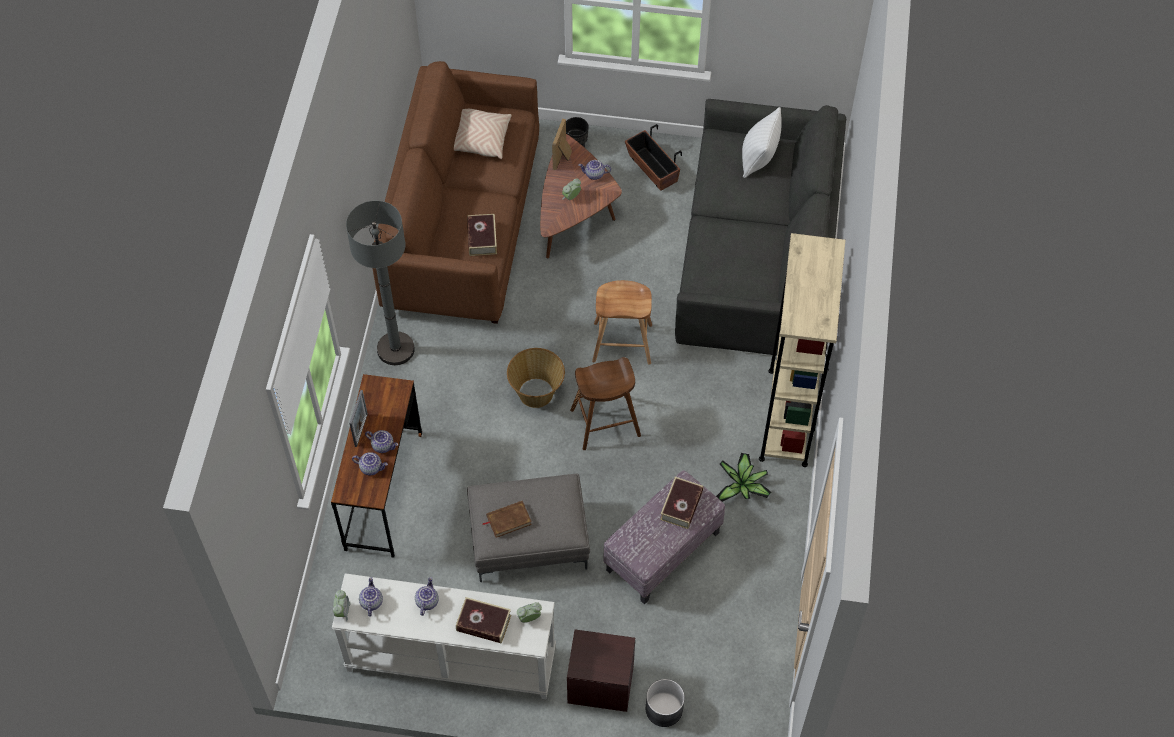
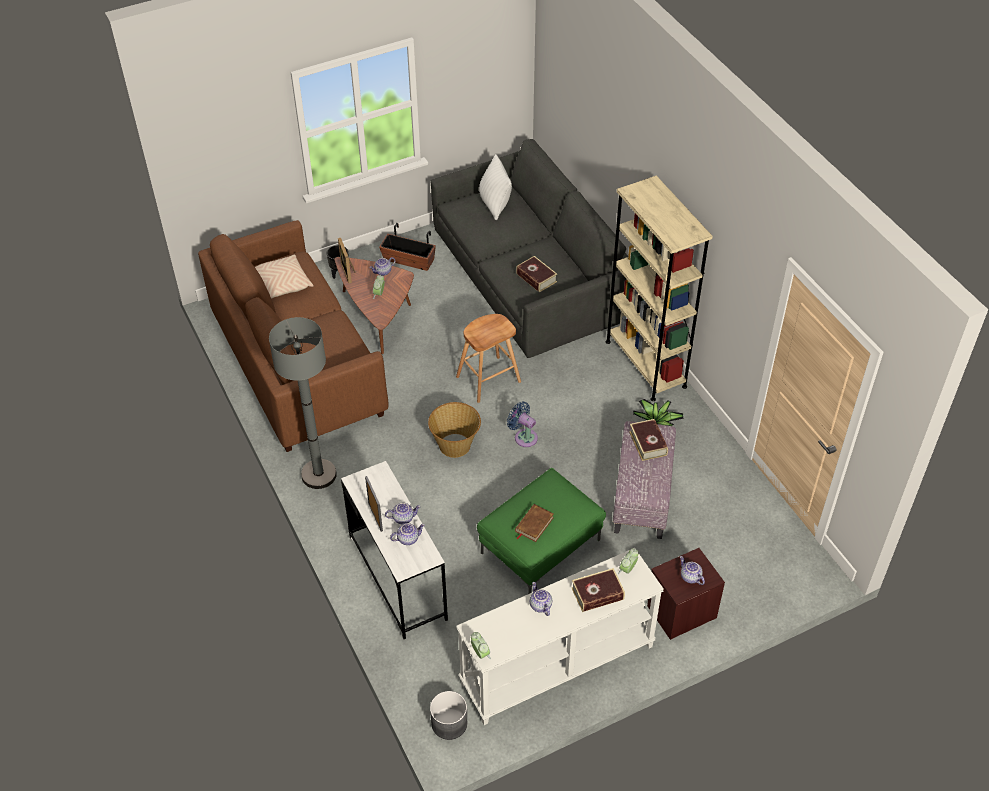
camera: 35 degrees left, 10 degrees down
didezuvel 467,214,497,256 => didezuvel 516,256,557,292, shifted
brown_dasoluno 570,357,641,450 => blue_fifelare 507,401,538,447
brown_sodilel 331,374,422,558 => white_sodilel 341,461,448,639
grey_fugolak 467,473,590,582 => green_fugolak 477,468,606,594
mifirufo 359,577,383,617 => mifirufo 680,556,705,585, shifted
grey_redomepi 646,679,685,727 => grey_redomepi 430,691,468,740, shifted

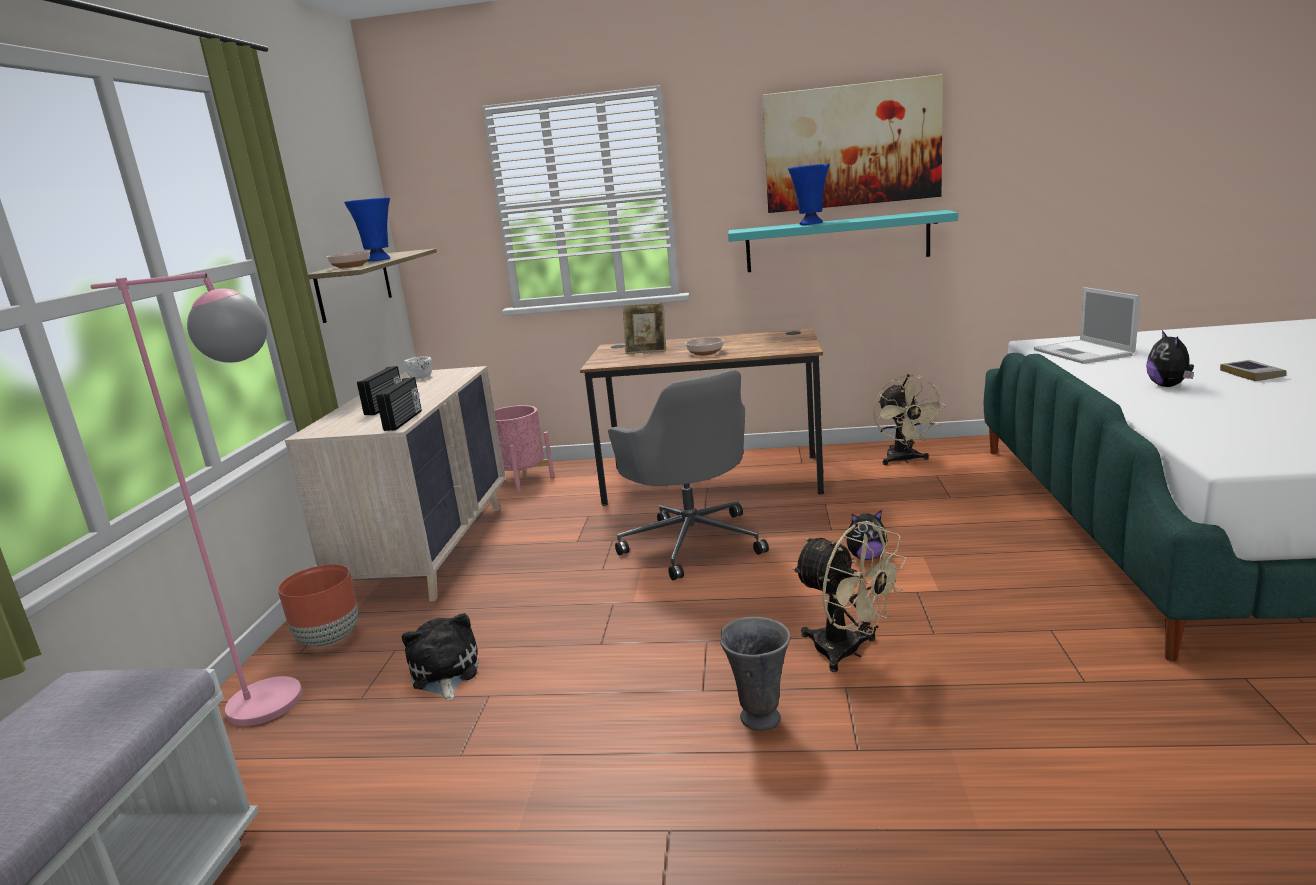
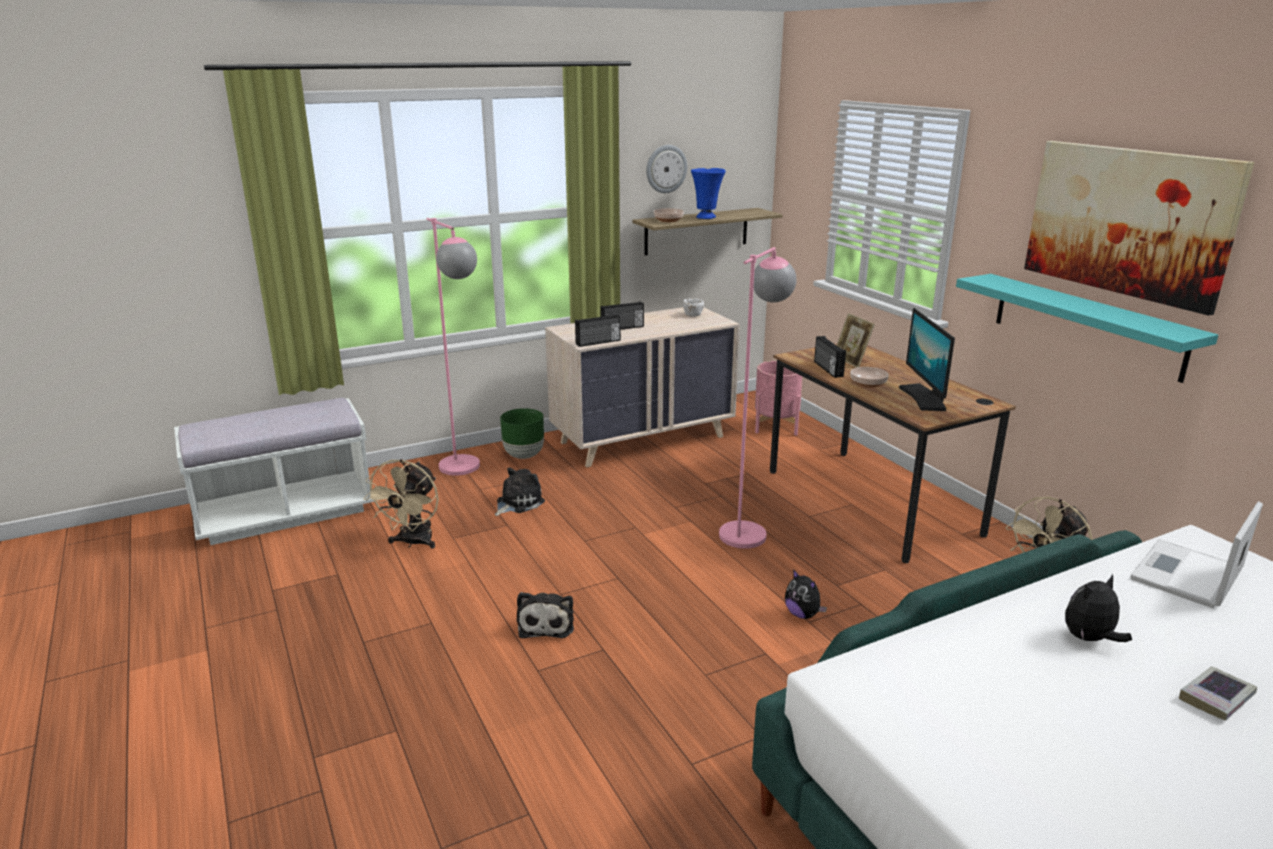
camera: 55 degrees right, 5 degrees up
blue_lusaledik 788,164,830,225 => nothing
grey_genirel 608,369,769,580 => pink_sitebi 719,247,797,549
beige_fifelare 792,521,907,672 => beige_fifelare 363,459,439,549, shifted
brown_redomepi 278,564,358,647 => green_redomepi 500,408,544,459
grey_lusaledik 720,617,790,731 => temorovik 517,592,574,638
nothing => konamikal 646,145,687,193
nothing => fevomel 899,308,955,411
nothing => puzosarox 814,336,846,378

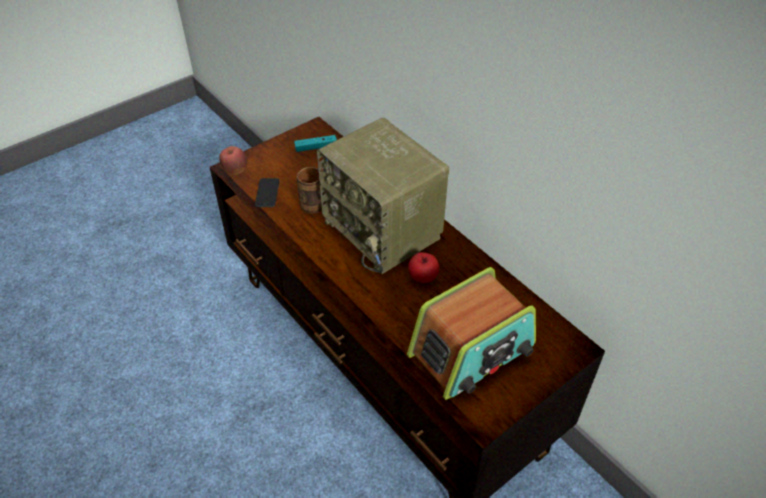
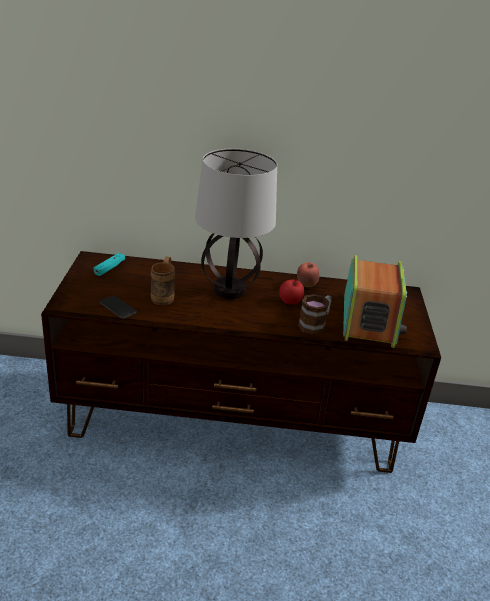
camera: 50 degrees left, 15 degrees down
puzosarox 317,118,449,274 => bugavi 195,149,277,299
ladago 219,146,247,175 => ladago 297,262,320,287, shifted
nothing => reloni 298,294,332,335

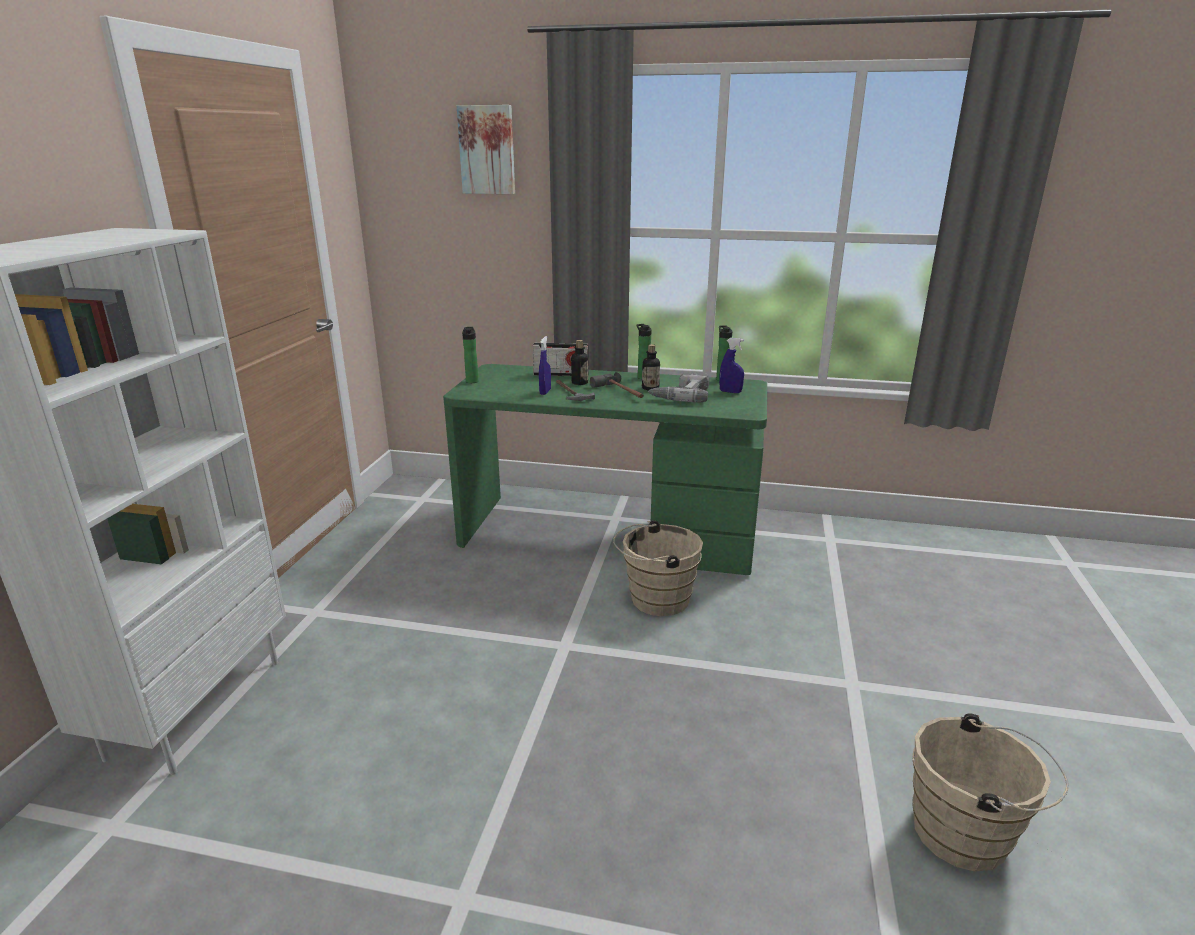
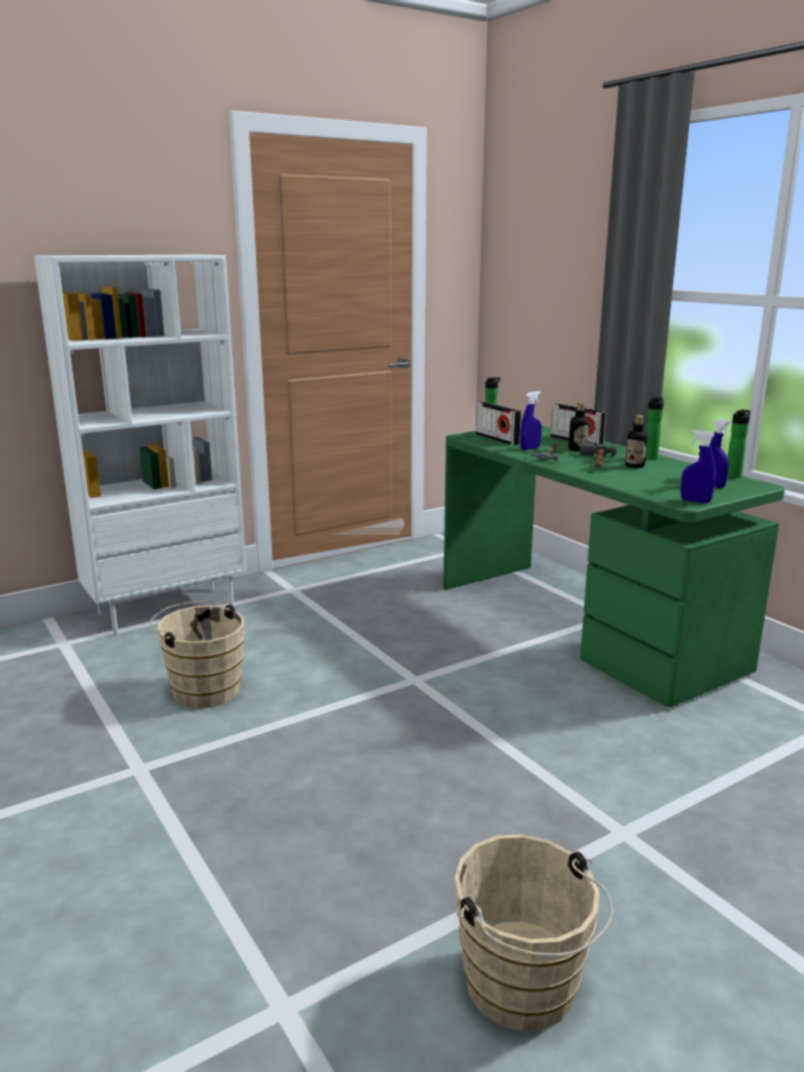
camera: 45 degrees right, 5 degrees down
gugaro 457,105,515,194 => nothing
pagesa 648,372,710,402 => nothing
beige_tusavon 613,520,703,616 => beige_tusavon 150,601,245,708, shifted
nothing => puzosarox 476,402,522,445
nothing => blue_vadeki 681,430,716,503

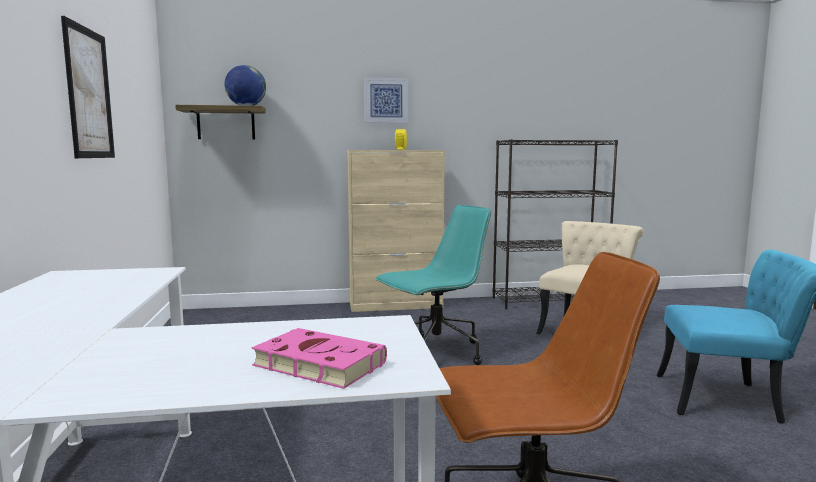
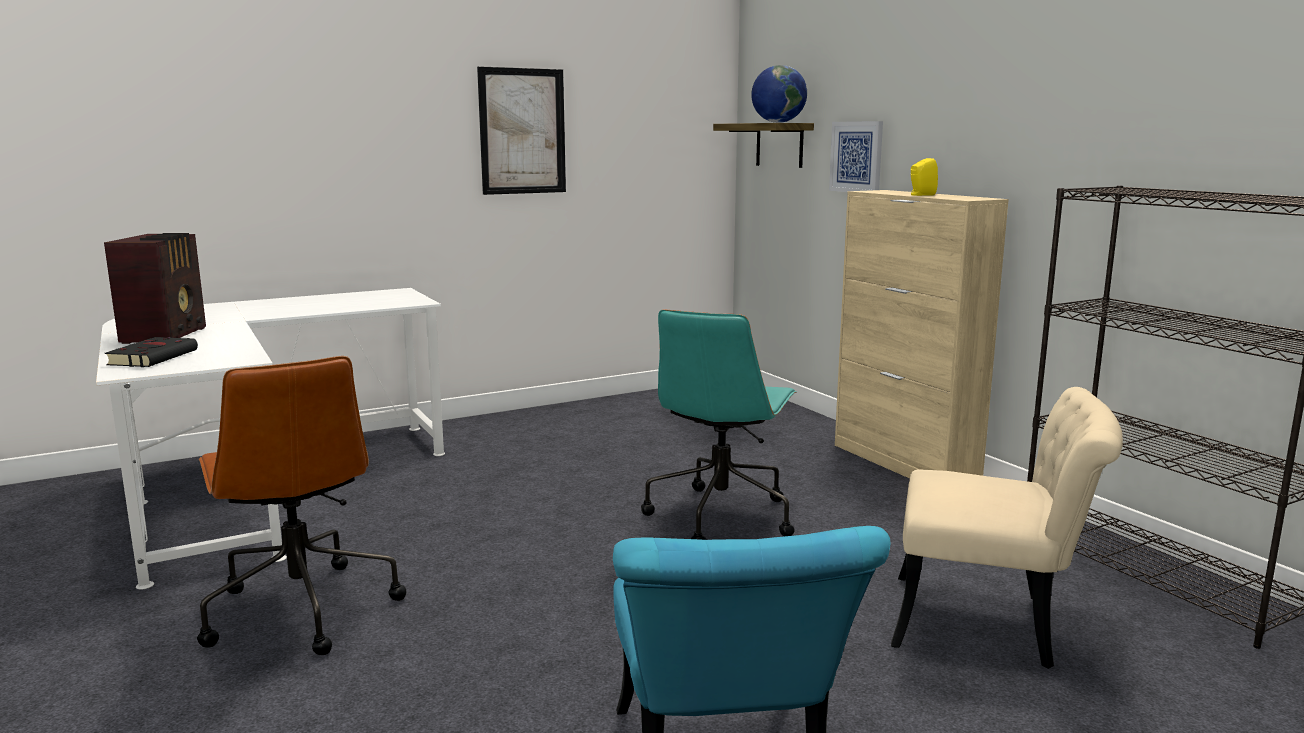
camera: 70 degrees right, 5 degrees up
gugaro 364,77,408,123 => gugaro 829,121,883,192, shifted
turquoise_genirel 375,205,491,365 => turquoise_genirel 641,310,796,540, 75 degrees clockwise
pink_didezuvel 251,328,387,389 => black_didezuvel 104,337,198,367
nothing => puzosarox 104,233,206,344

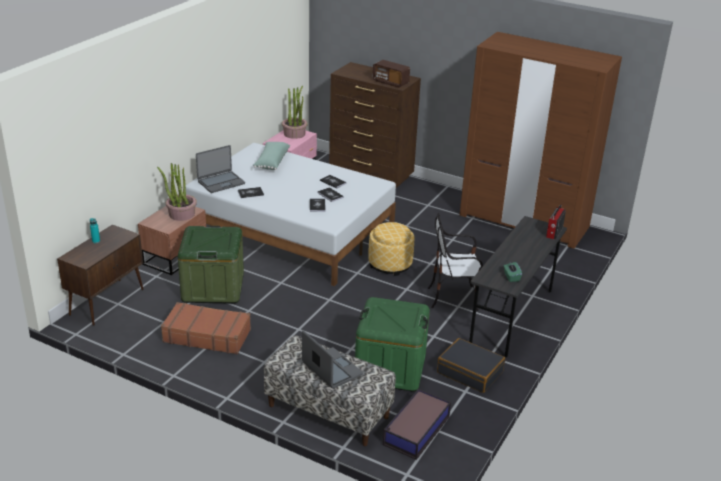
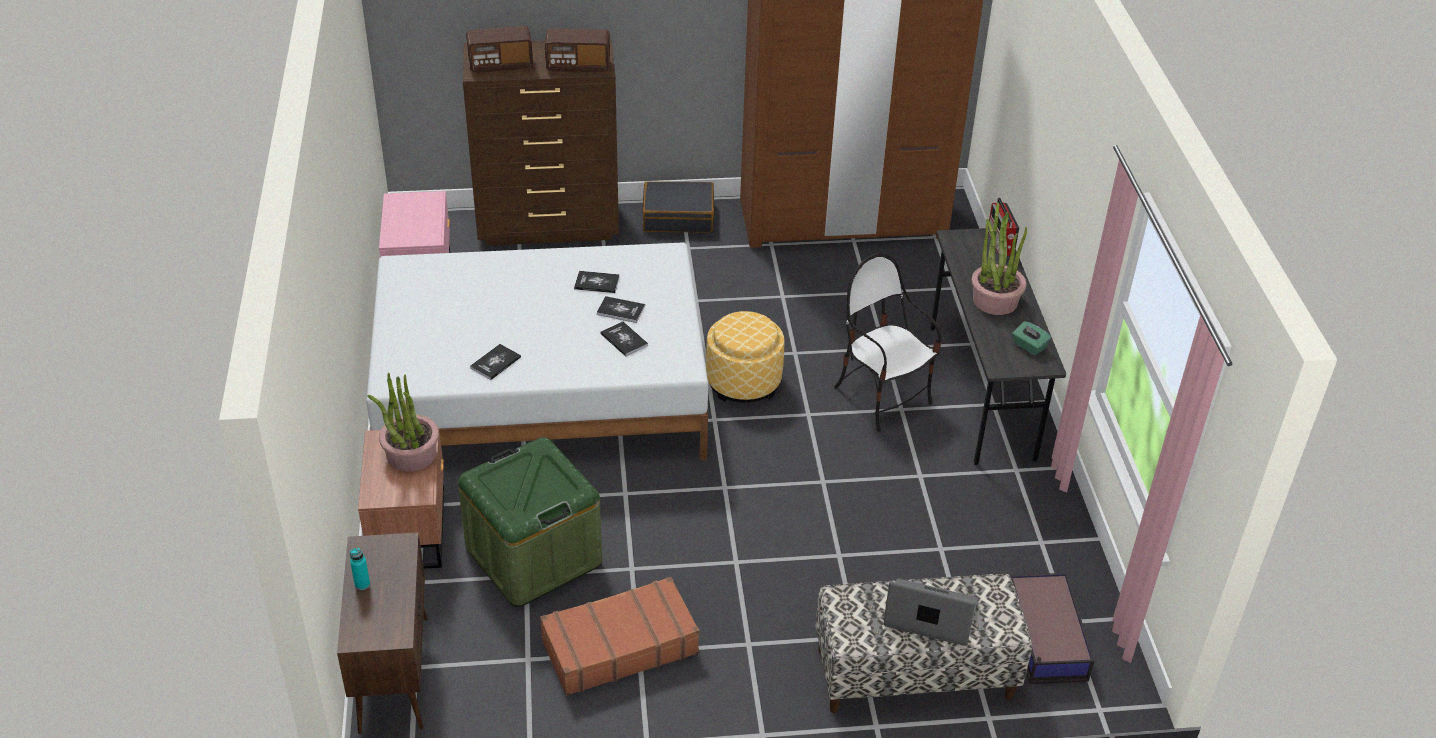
camera: 35 degrees left, 10 degrees up
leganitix 282,86,308,139 => leganitix 972,202,1027,315, shifted
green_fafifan 253,142,290,170 => nothing
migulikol 196,145,245,193 => nothing
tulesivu 428,213,483,311 => tulesivu 834,253,941,432, 90 degrees clockwise
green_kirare 355,297,430,392 => nothing
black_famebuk 437,338,505,393 => black_famebuk 643,181,714,233, shifted
nothing => puzosarox 466,26,533,73

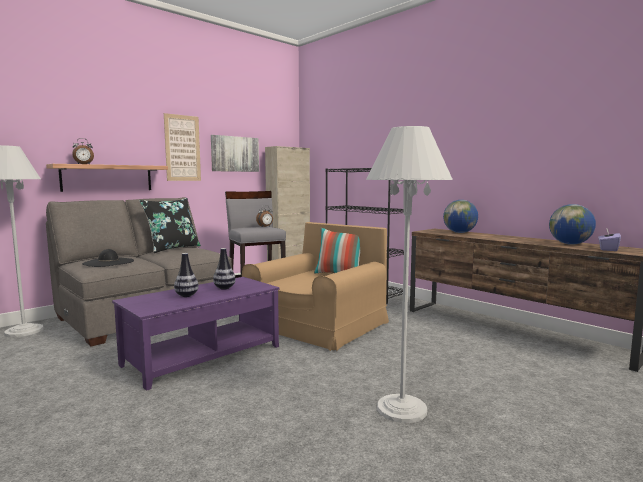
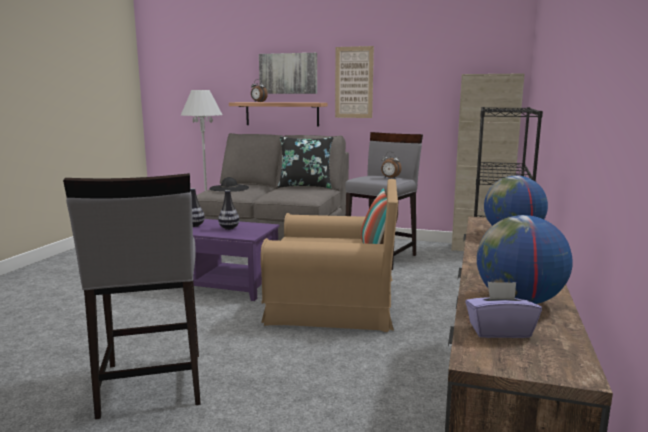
camera: 60 degrees right, 5 degrees up
white_sitebi 366,126,453,423 => grey_dasoluno 63,173,201,419
gugaro 211,135,259,172 => gugaro 259,53,317,94, shifted

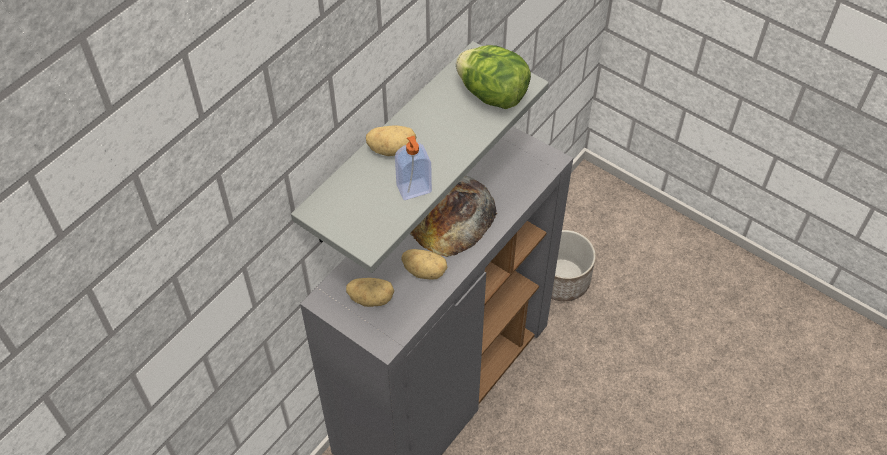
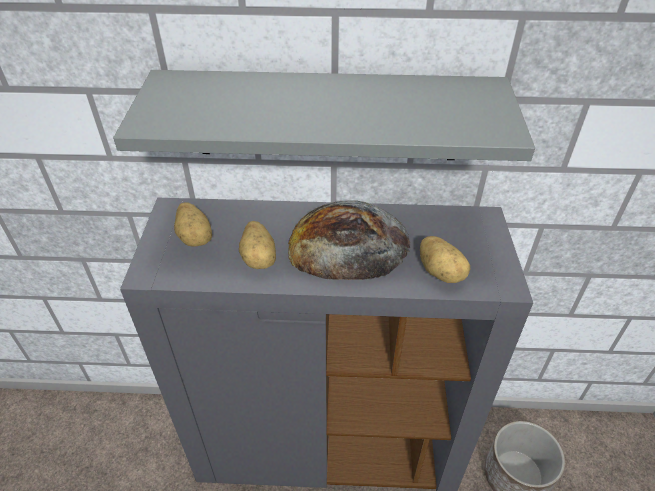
camera: 55 degrees right, 10 degrees down
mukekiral 456,45,531,109 => nothing
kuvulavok 366,125,416,156 => kuvulavok 420,236,470,283, shifted
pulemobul 395,136,432,200 => nothing

